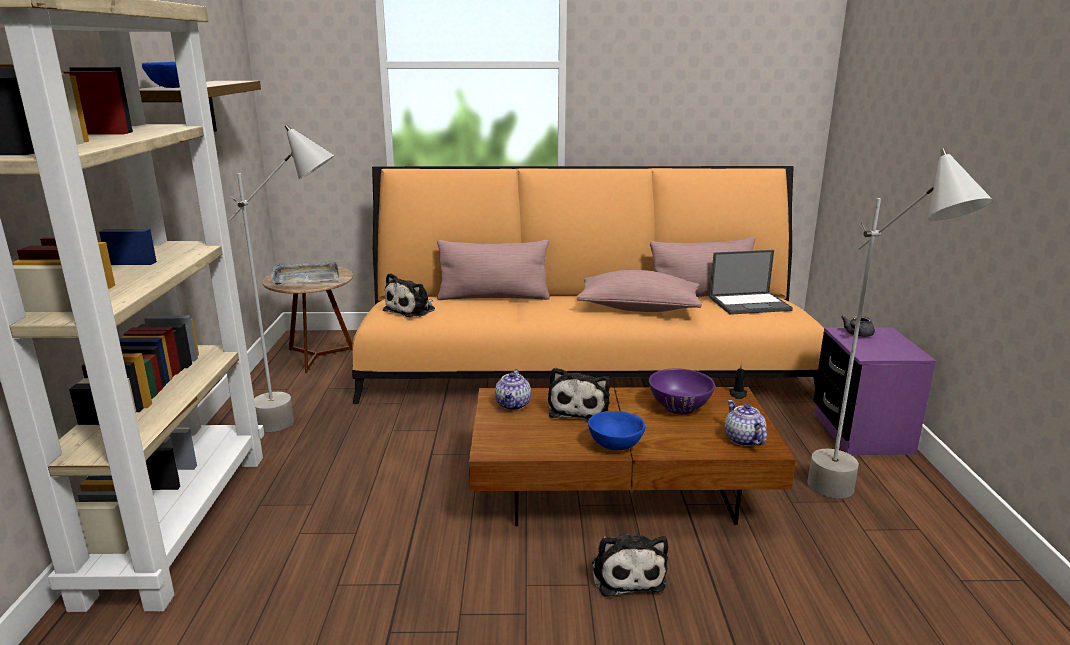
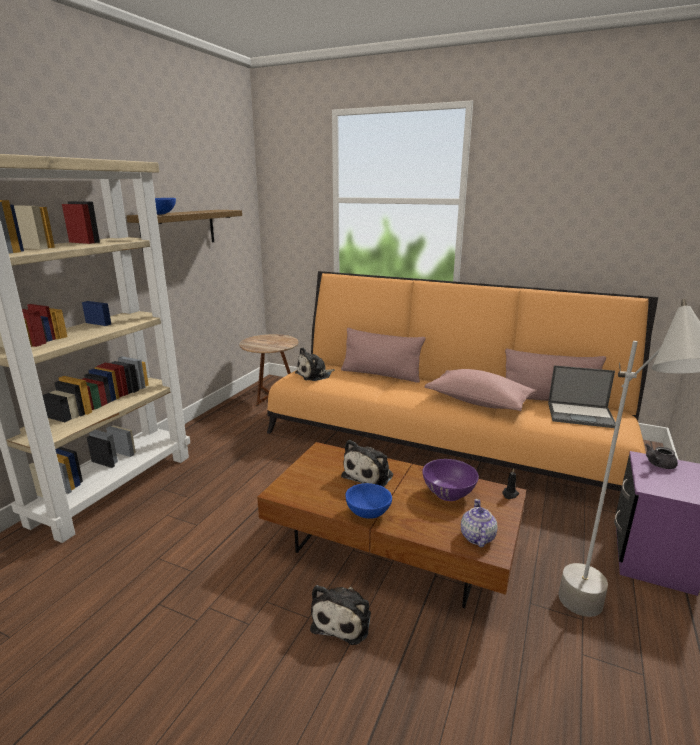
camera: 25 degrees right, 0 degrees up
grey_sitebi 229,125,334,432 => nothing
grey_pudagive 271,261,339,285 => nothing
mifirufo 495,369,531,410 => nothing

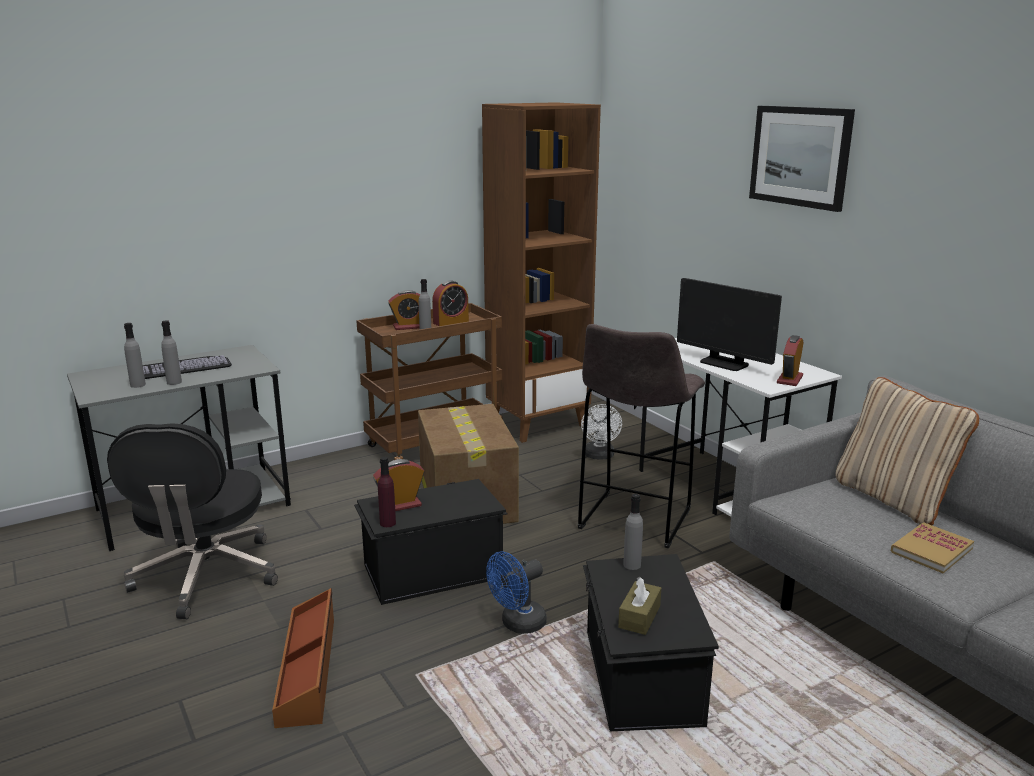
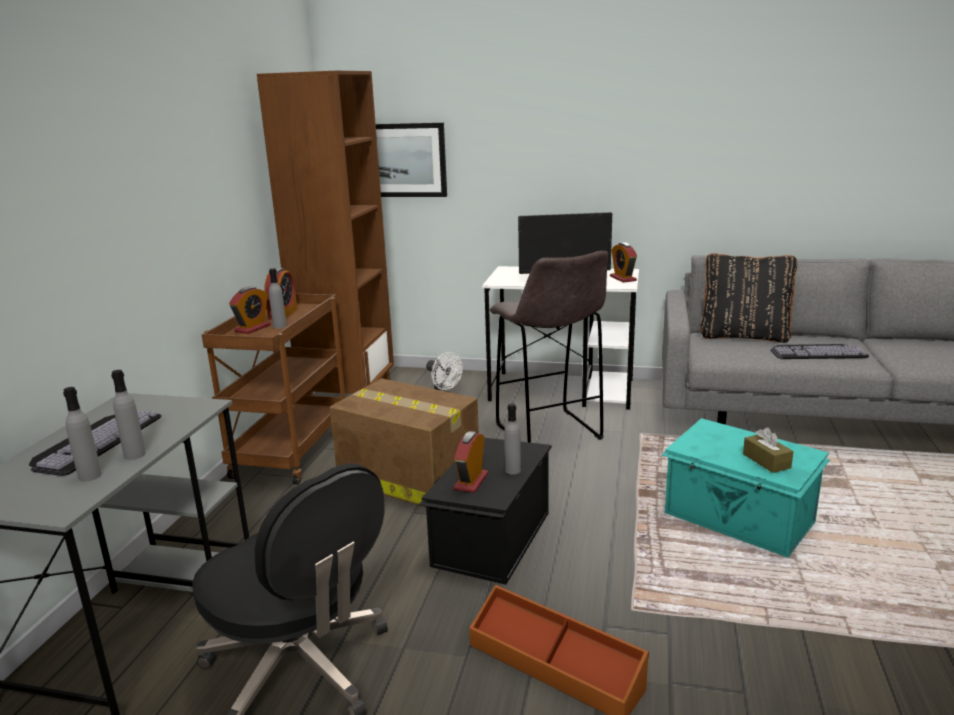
camera: 45 degrees left, 0 degrees up
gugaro 749,106,855,212 => gugaro 376,123,447,197, shifted
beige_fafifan 835,377,979,525 => black_fafifan 700,253,797,343
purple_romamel 378,457,396,527 => nothing
grey_romamel 623,494,643,570 => grey_romamel 504,403,521,475, shifted
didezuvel 891,522,974,573 => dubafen 770,344,869,359
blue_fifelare 486,551,547,634 => nothing
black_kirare 583,554,719,731 => turquoise_kirare 661,418,830,557

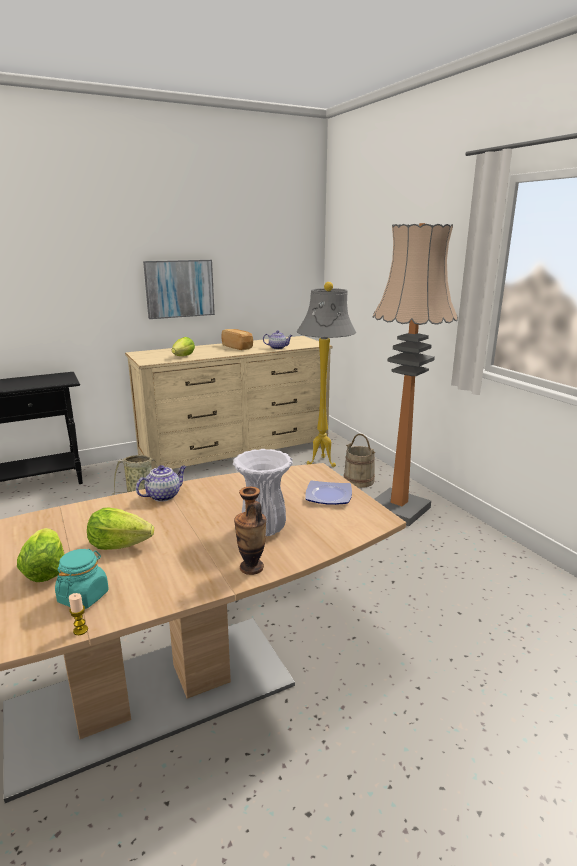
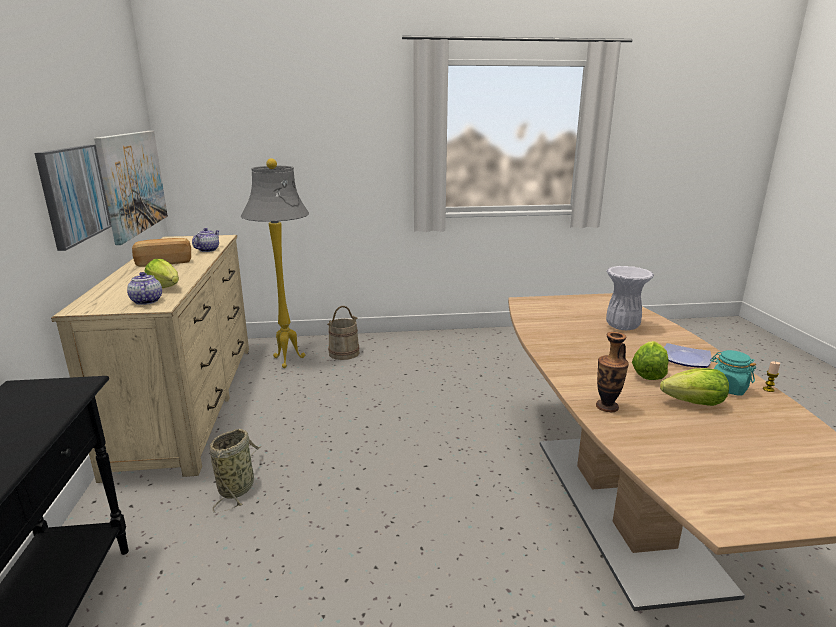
camera: 70 degrees left, 0 degrees up
sitebi 373,223,458,526 => nothing
mifirufo 136,465,187,502 => mifirufo 127,272,162,305, shifted
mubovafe 305,480,352,505 => mubovafe 664,343,711,368, shifted
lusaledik 234,486,266,575 => lusaledik 596,332,629,412, shifted
nothing => gugaro 94,131,168,245

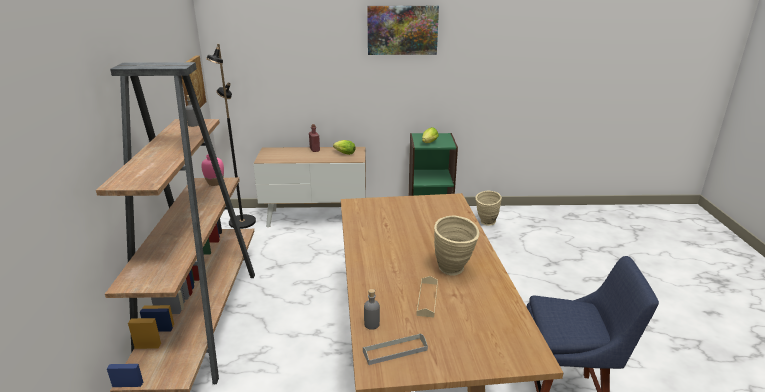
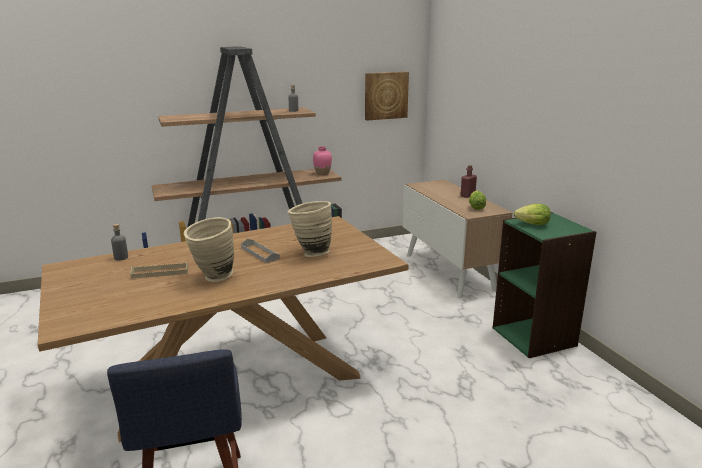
camera: 70 degrees right, 5 degrees down
gugaro 367,6,439,55 => nothing
black_sitebi 206,44,256,229 => nothing
beige_lusaledik 476,191,502,226 => beige_lusaledik 287,201,332,257, shifted
grey_pudagive 363,333,428,365 => grey_pudagive 241,239,280,263, shifted

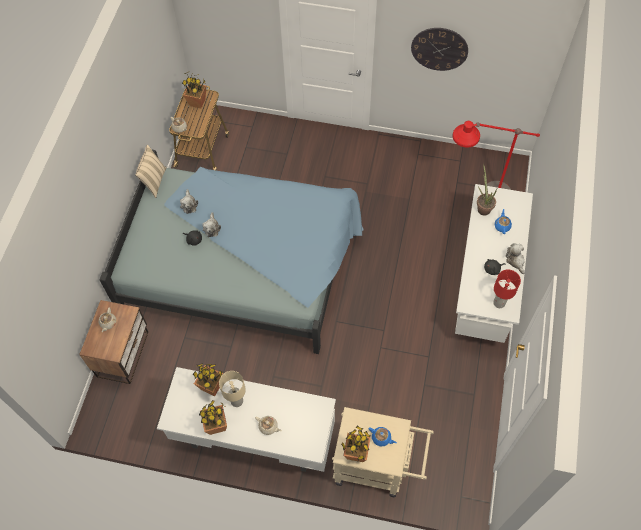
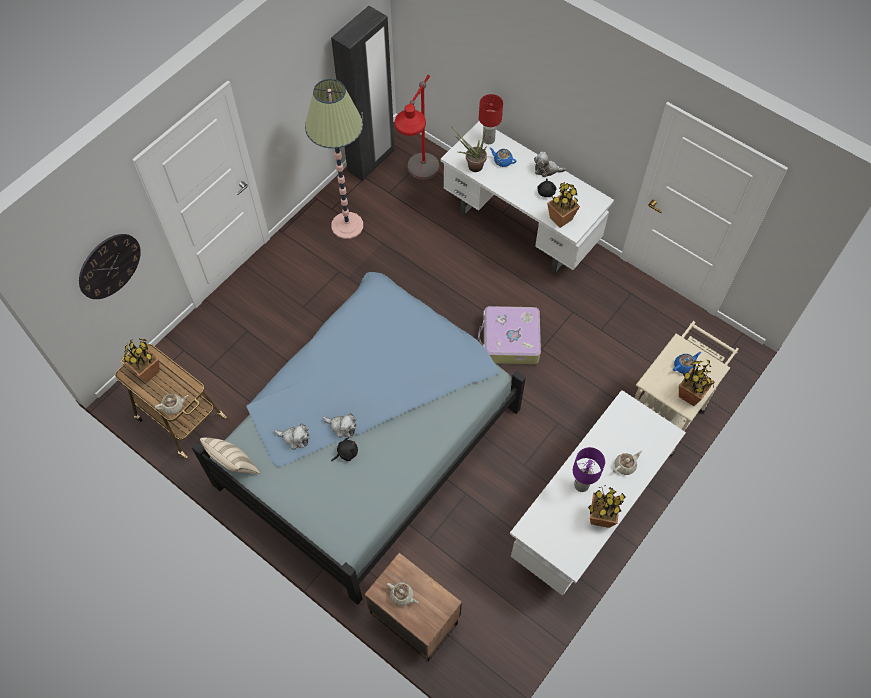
camera: 65 degrees left, 0 degrees up
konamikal 411,28,468,71 => konamikal 79,234,141,299, shifted
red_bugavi 493,269,521,308 => red_bugavi 479,94,503,144, shifted
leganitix 193,363,223,396 => leganitix 547,182,580,228, shifted
beige_bugavi 219,371,246,407 => purple_bugavi 573,447,605,492
nothing => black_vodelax 331,6,395,181
nothing => sitebi 305,79,363,239
nothing => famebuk 478,306,541,364

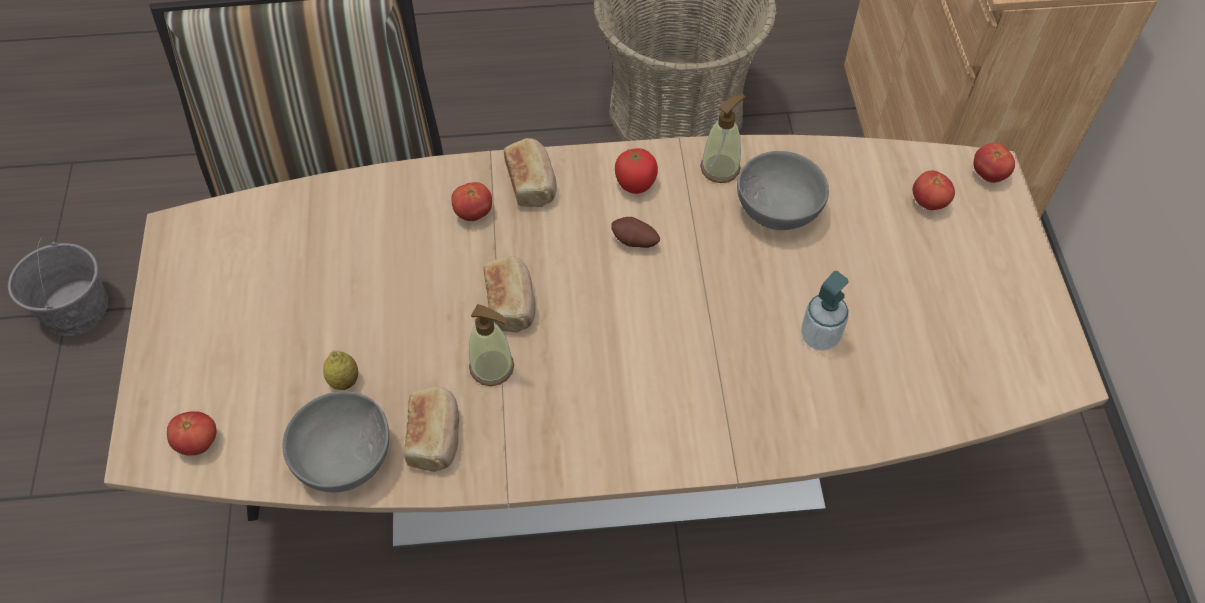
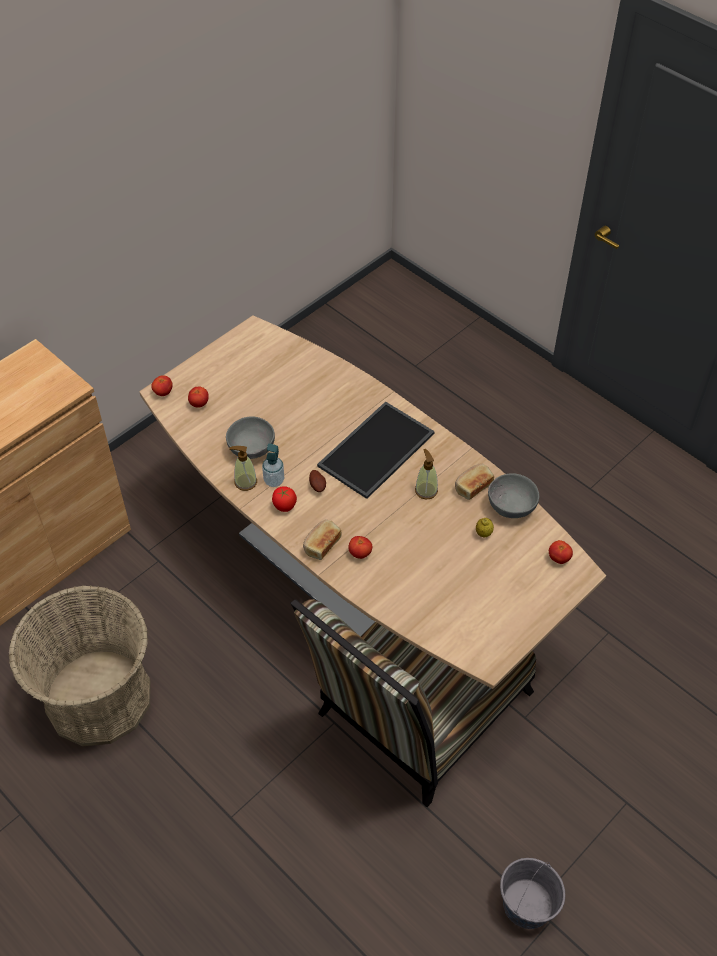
camera: 130 degrees left, 5 degrees down
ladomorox 483,256,536,333 => nothing
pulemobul 801,271,849,351 => pulemobul 262,443,284,487, shifted
nothing => pudagive 317,402,435,499

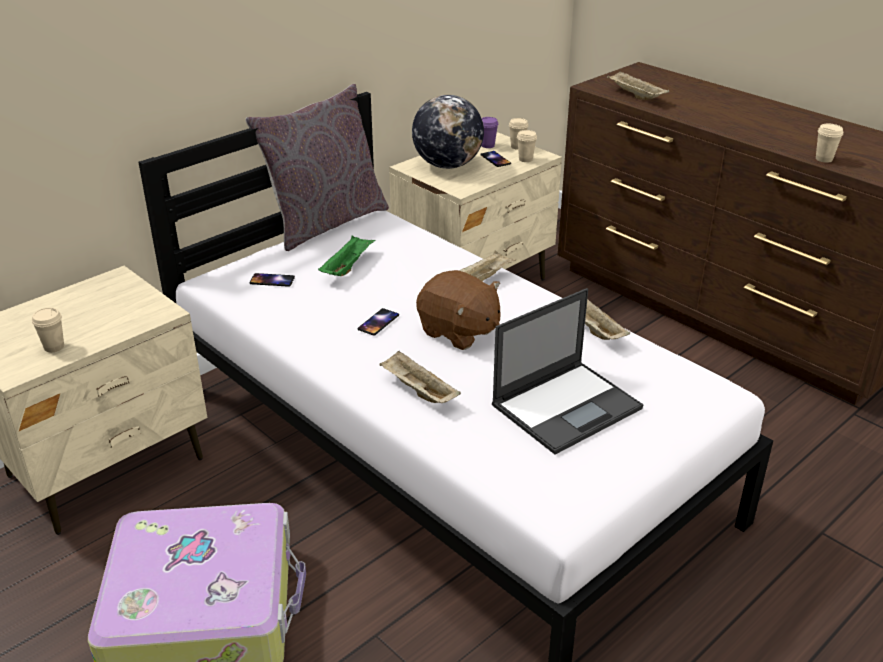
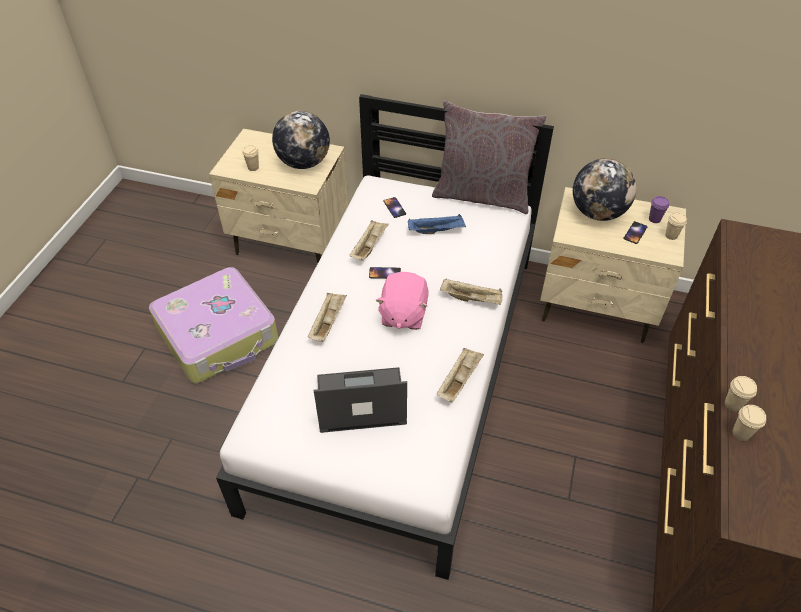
camera: 60 degrees right, 15 degrees up
beige_pudagive 607,71,669,100 => beige_pudagive 349,220,389,261, shifted
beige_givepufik 517,130,537,162 => beige_givepufik 725,376,757,411, shifted
green_pudagive 318,235,376,276 => blue_pudagive 408,214,466,234
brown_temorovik 416,270,500,350 => pink_temorovik 375,272,428,330
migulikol 492,288,643,455 => migulikol 314,367,407,433, 150 degrees clockwise
nothing => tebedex 272,110,330,169

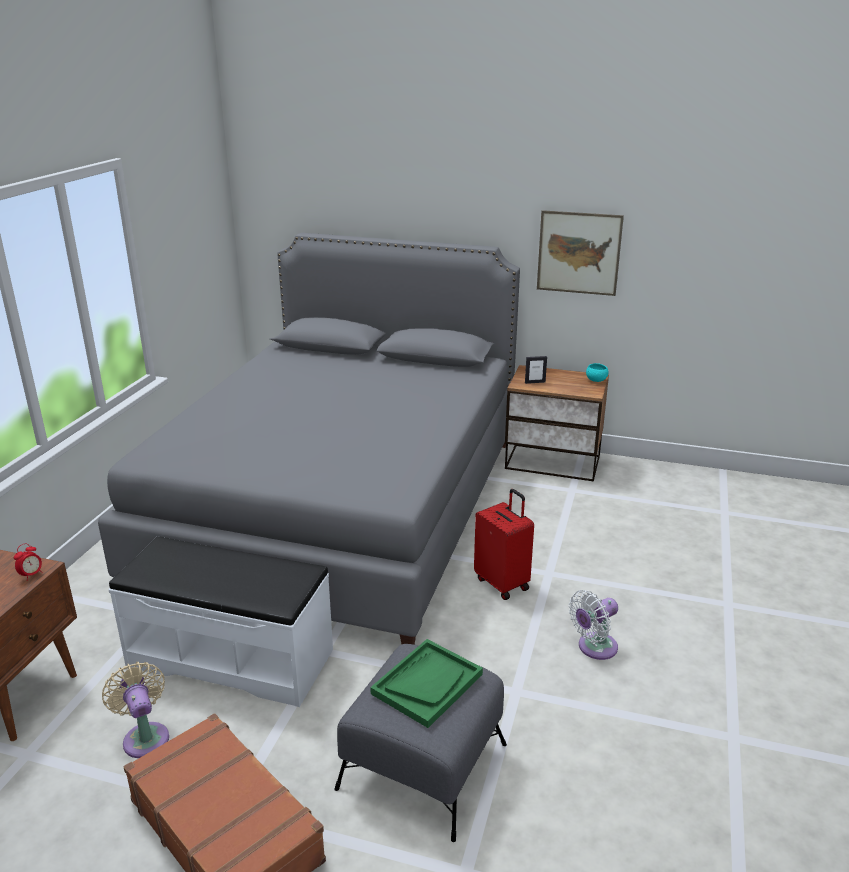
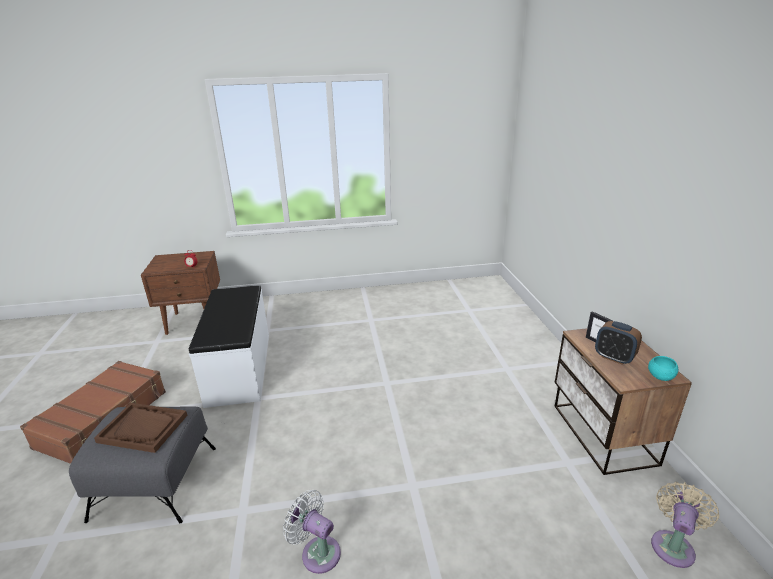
camera: 65 degrees right, 0 degrees up
gugaro 537,210,624,296 => nothing
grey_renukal 98,233,520,645 => nothing
red_famebuk 474,489,534,600 => nothing
green_pudagive 370,639,483,728 => brown_pudagive 94,403,187,453
beige_fifelare 102,662,169,758 => beige_fifelare 651,482,720,568, shifted
nothing => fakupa 595,321,642,365

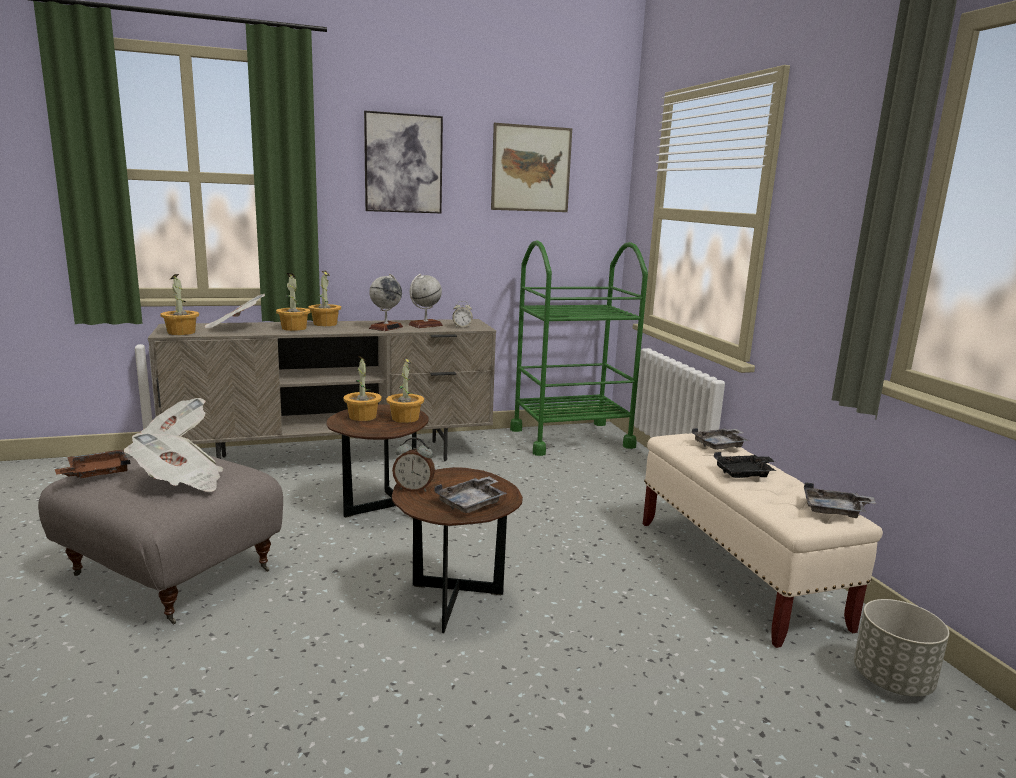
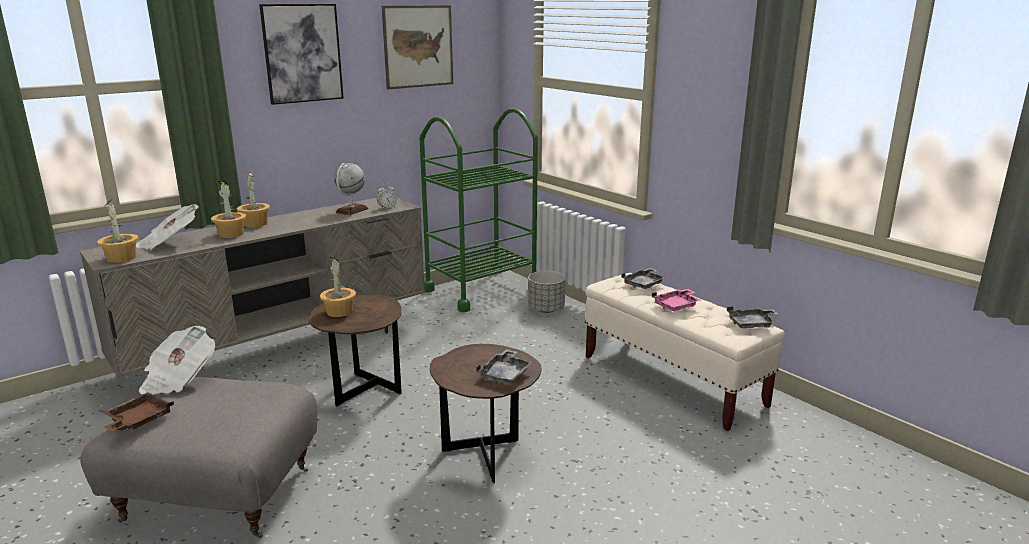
camera: 20 degrees left, 5 degrees up
tebedex 369,274,403,331 => nothing
leganitix 386,357,424,423 => nothing
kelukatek 129,433,223,492 => nothing
fakupa 392,437,435,492 => nothing
black_pudagive 714,452,776,478 => pink_pudagive 652,289,701,311
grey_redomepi 854,599,949,697 => grey_redomepi 528,271,565,313, shifted

